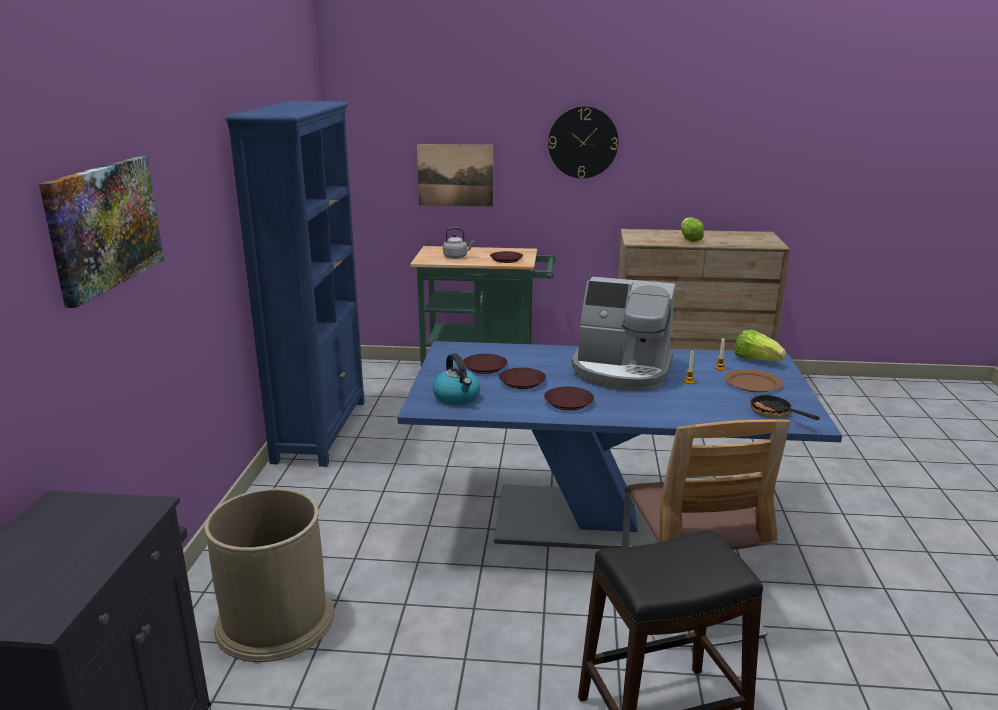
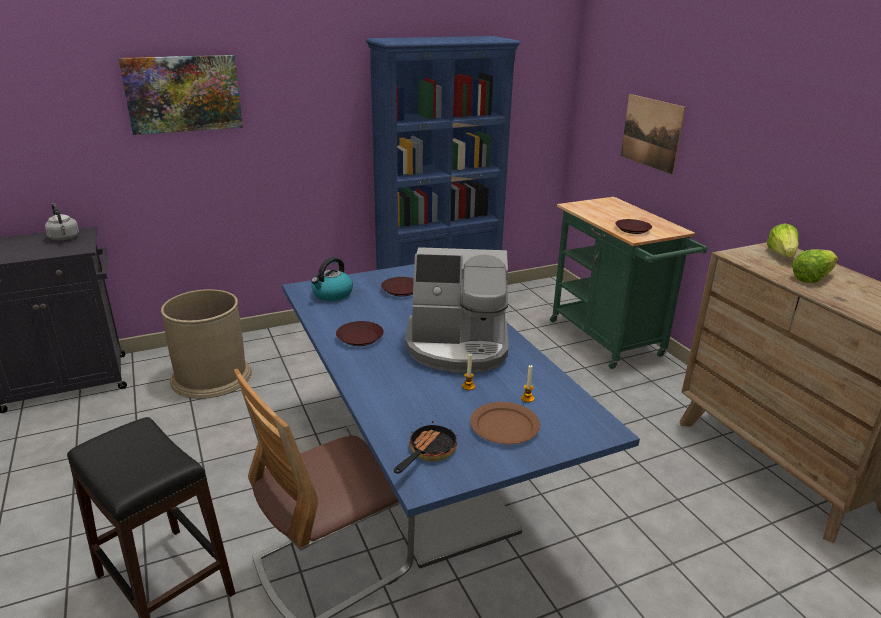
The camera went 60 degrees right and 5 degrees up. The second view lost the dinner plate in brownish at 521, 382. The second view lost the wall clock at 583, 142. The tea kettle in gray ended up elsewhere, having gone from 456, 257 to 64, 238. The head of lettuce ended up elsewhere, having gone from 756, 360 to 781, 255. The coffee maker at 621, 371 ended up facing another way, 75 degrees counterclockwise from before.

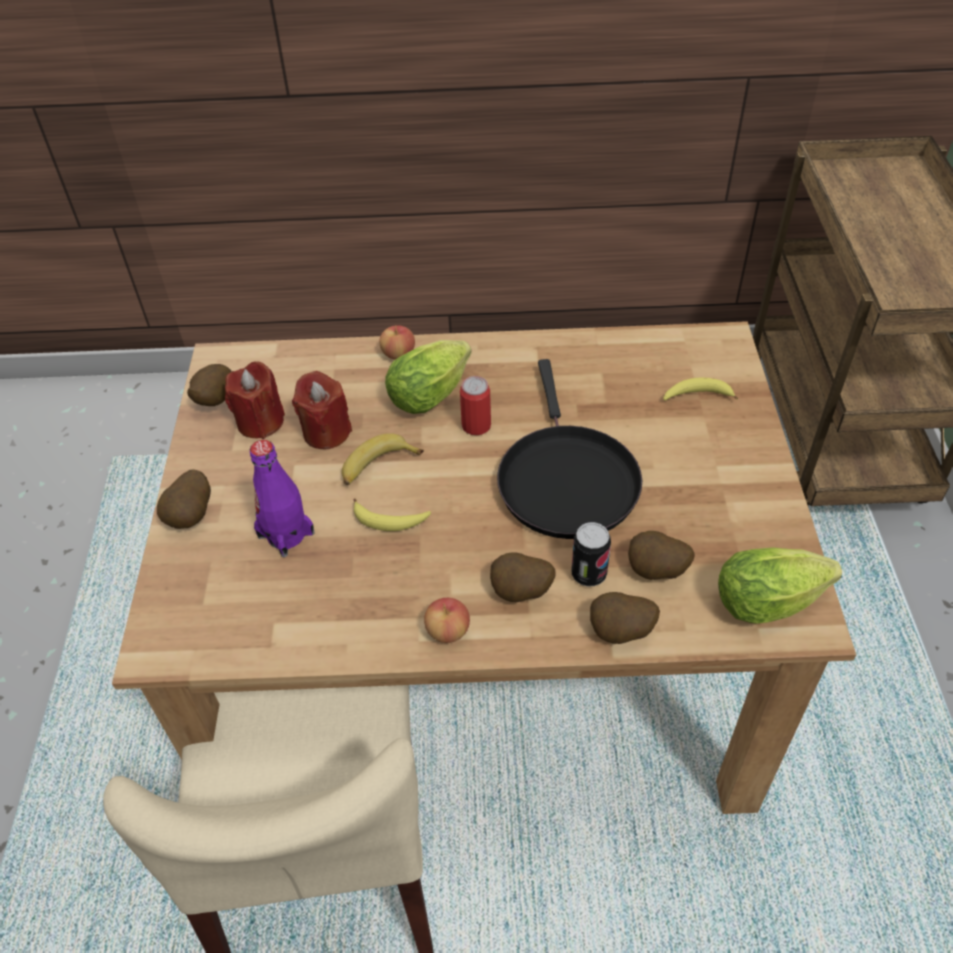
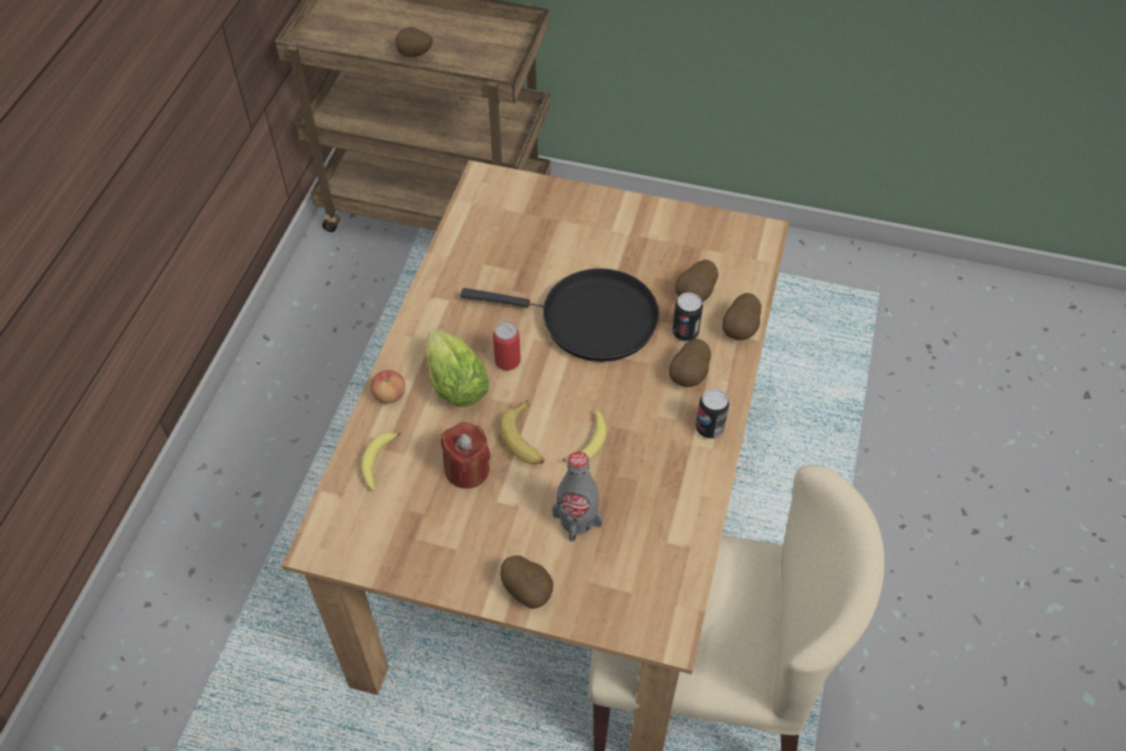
The camera went 75 degrees left and 5 degrees up. The second view lost the wax candle in red-coloured at 260, 422. The second view lost the head of lettuce at 773, 600. The whole potato ended up elsewhere, having gone from 214, 401 to 414, 56. The banana ended up elsewhere, having gone from 697, 396 to 378, 462. Where the apple stood at 448, 631, the can came to stand at 709, 428. What was the bottle in purple at 286, 534 turned into the bottle in gray at 577, 520.

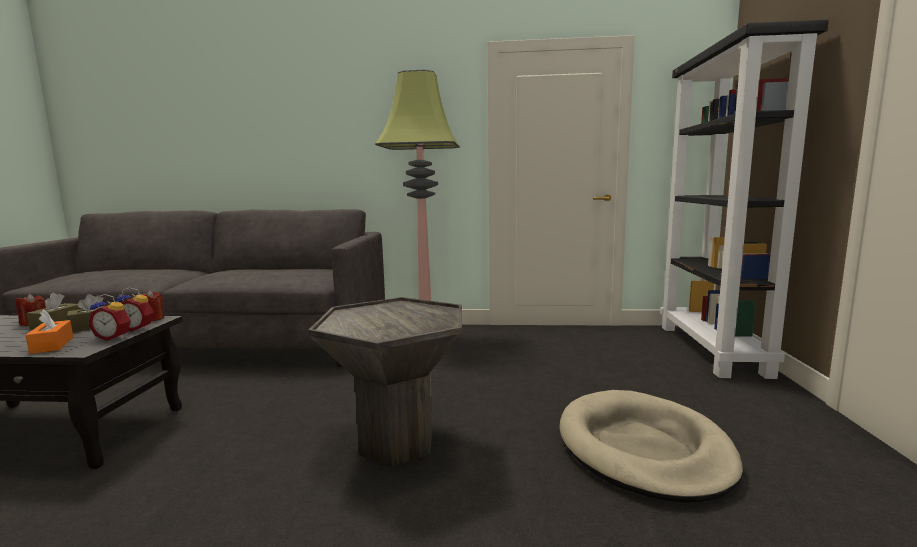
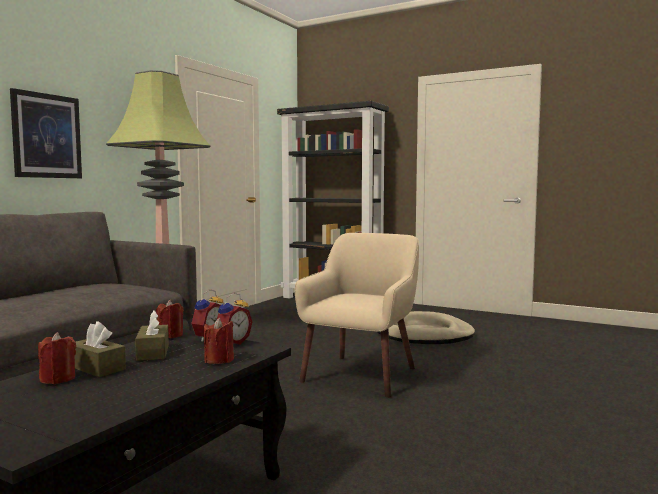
The camera went 65 degrees left and 5 degrees down. The second view gained the wall picture at 46, 136. Where the tissue holder in orange stood at 52, 345, the wax candle in red-coloured came to stand at 219, 360. Where the end table in gray stood at 397, 443, the easy chair in beige came to stand at 361, 374.

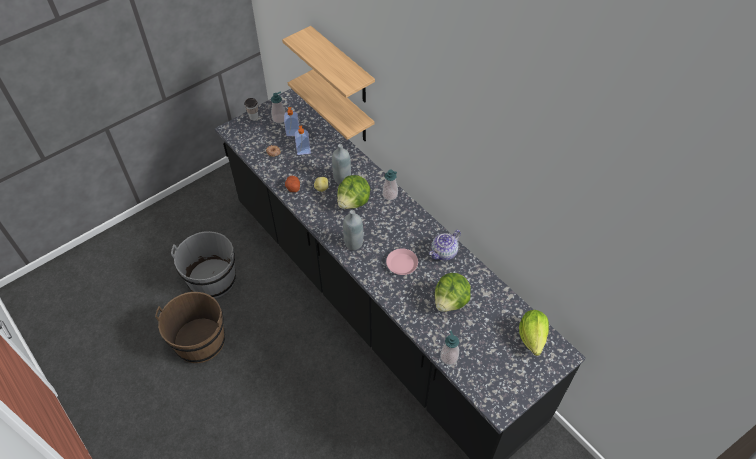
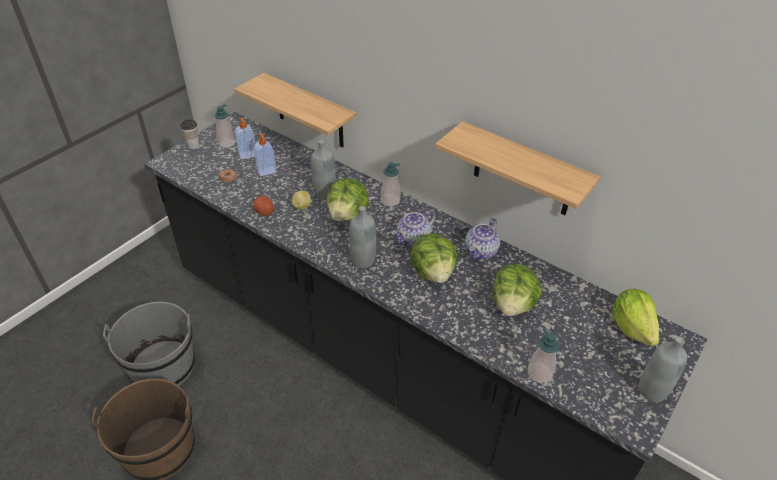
The camera went 15 degrees left and 10 degrees down. The second view gained the pot for tea at 413, 240. The second view gained the bottle in gray at 652, 391. The shelf ended up elsewhere, having gone from 342, 67 to 523, 171. Where the dinner plate in pink stood at 402, 263, the head of lettuce came to stand at 433, 272.

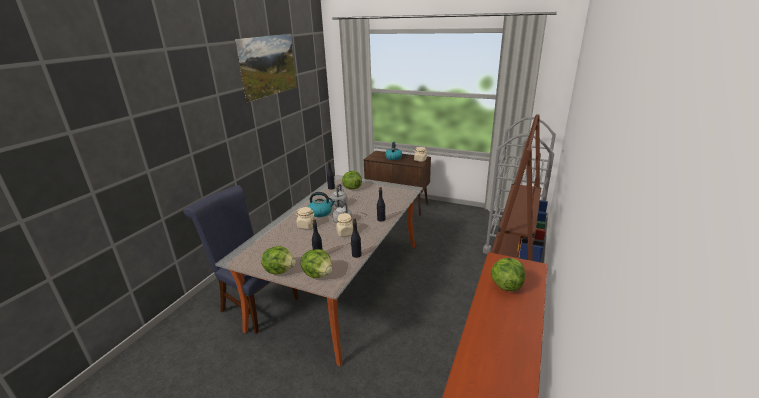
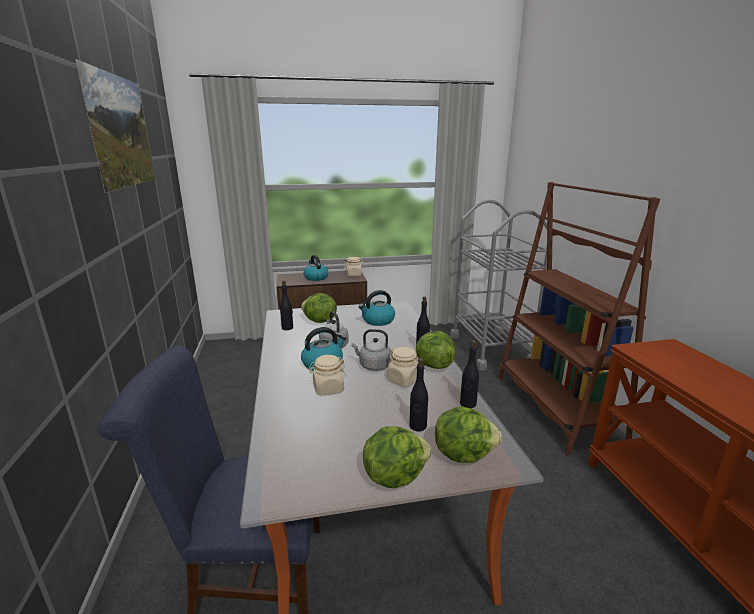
The camera went 35 degrees left and 5 degrees down. The second view gained the tea kettle at 377, 321. The head of lettuce ended up elsewhere, having gone from 506, 285 to 433, 365.

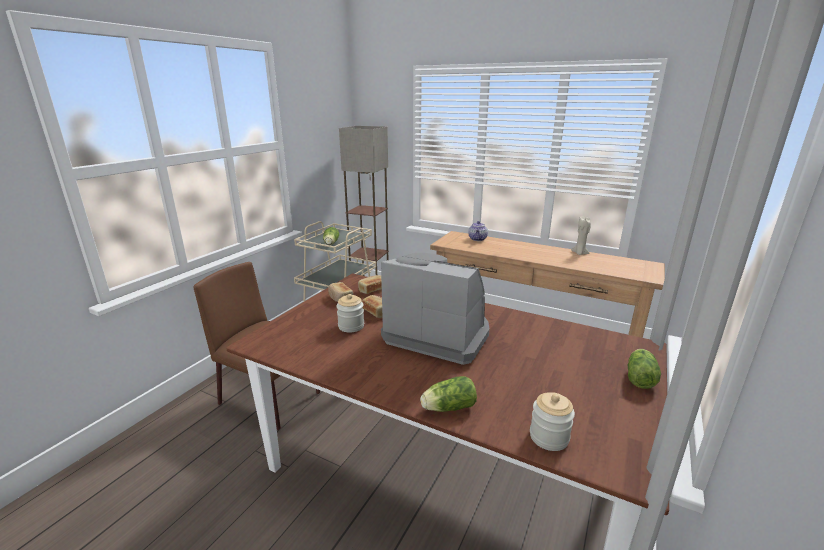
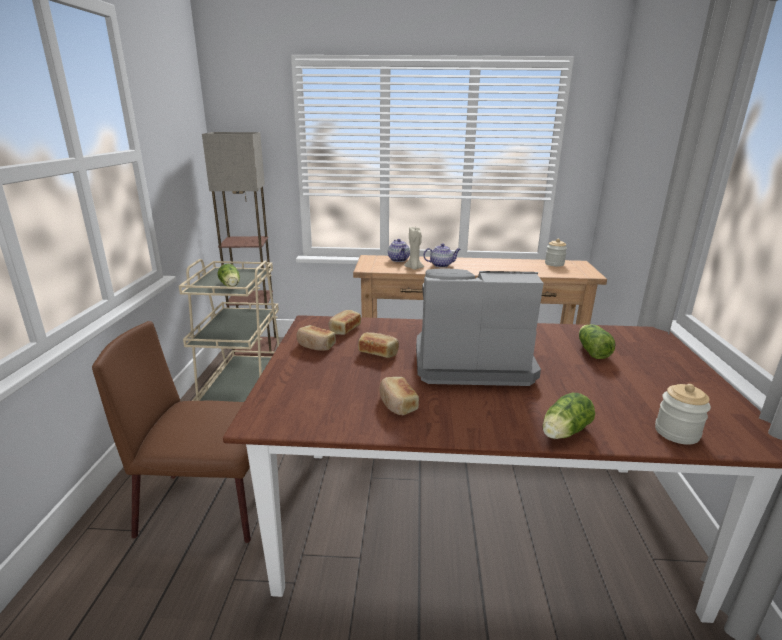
The camera went 25 degrees left and 0 degrees up. The second view gained the bread at 397, 404. The second view gained the pot for tea at 441, 265. The storage jar ended up elsewhere, having gone from 351, 326 to 554, 264. The wax candle in beige ended up elsewhere, having gone from 579, 253 to 414, 268. The head of lettuce ended up elsewhere, having gone from 640, 377 to 592, 350.

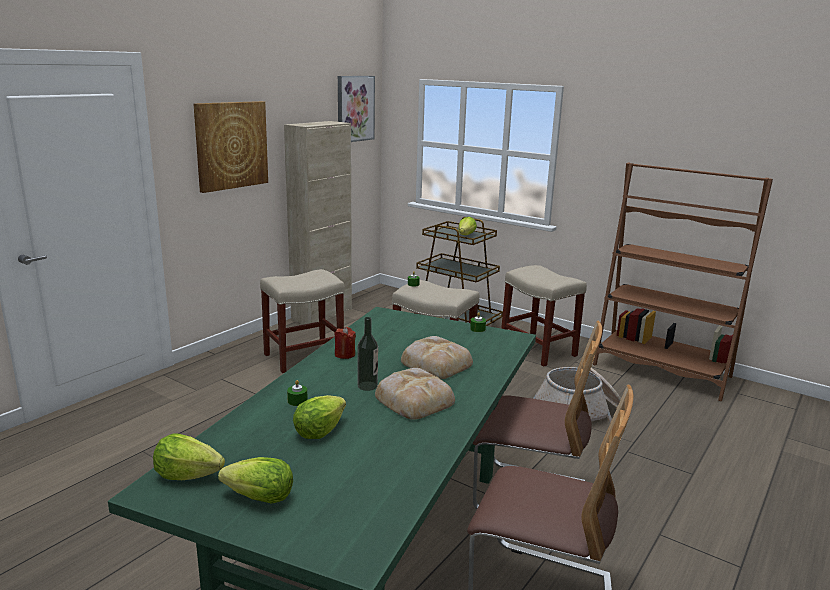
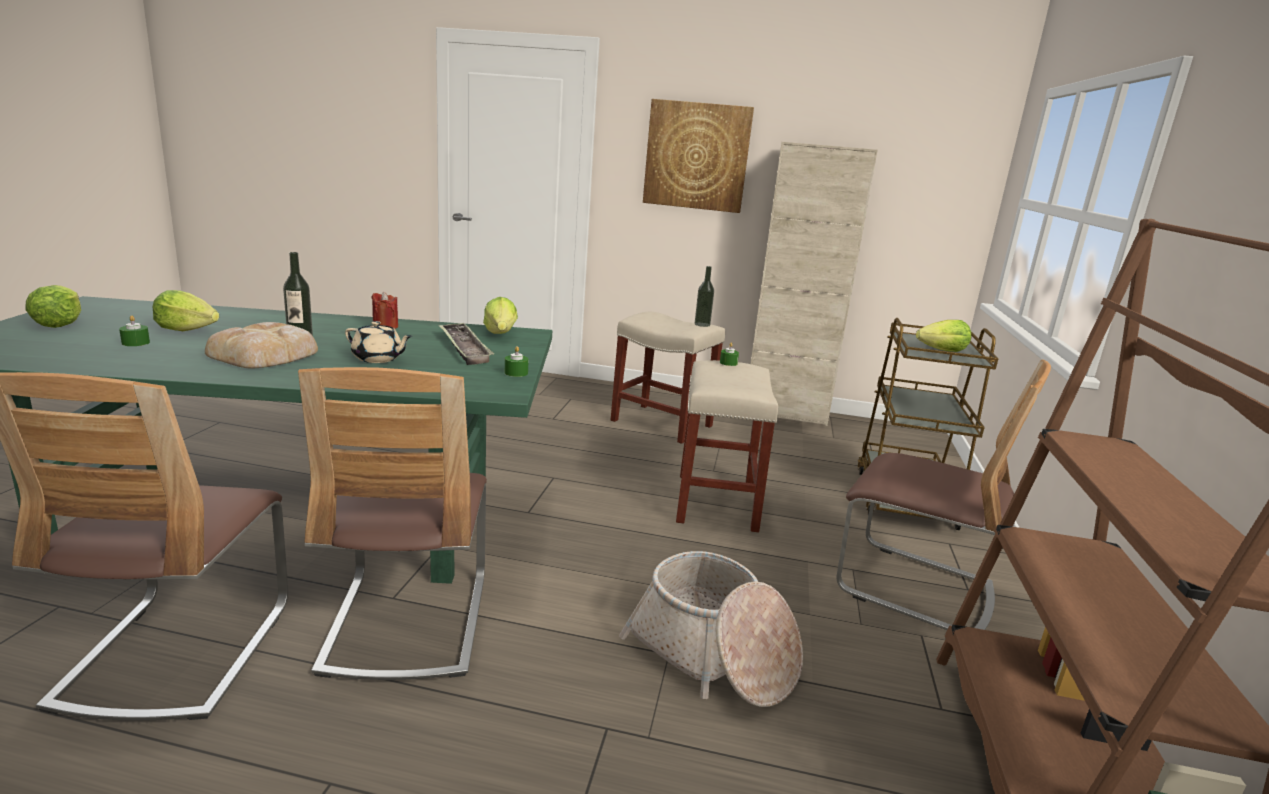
The camera went 65 degrees right and 0 degrees up. The second view lost the wall picture at 355, 108. The second view gained the serving tray at 464, 348. The second view gained the bottle at 702, 324. The head of lettuce ended up elsewhere, having gone from 187, 475 to 500, 334. The wax candle in greenish ended up elsewhere, having gone from 297, 401 to 135, 343. Where the bread stood at 436, 363, the pot for tea in beige came to stand at 378, 359. Where the stool seat in beige stood at 539, 350, the upright chair came to stand at 914, 588.

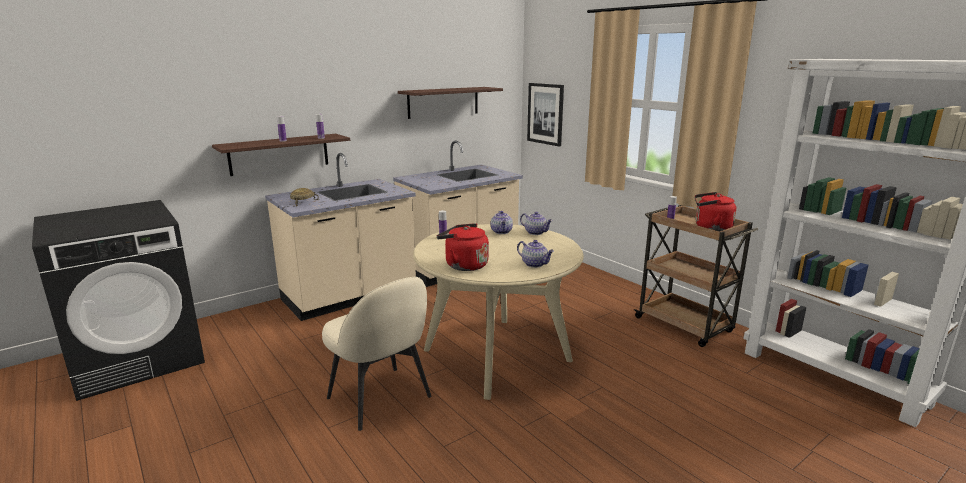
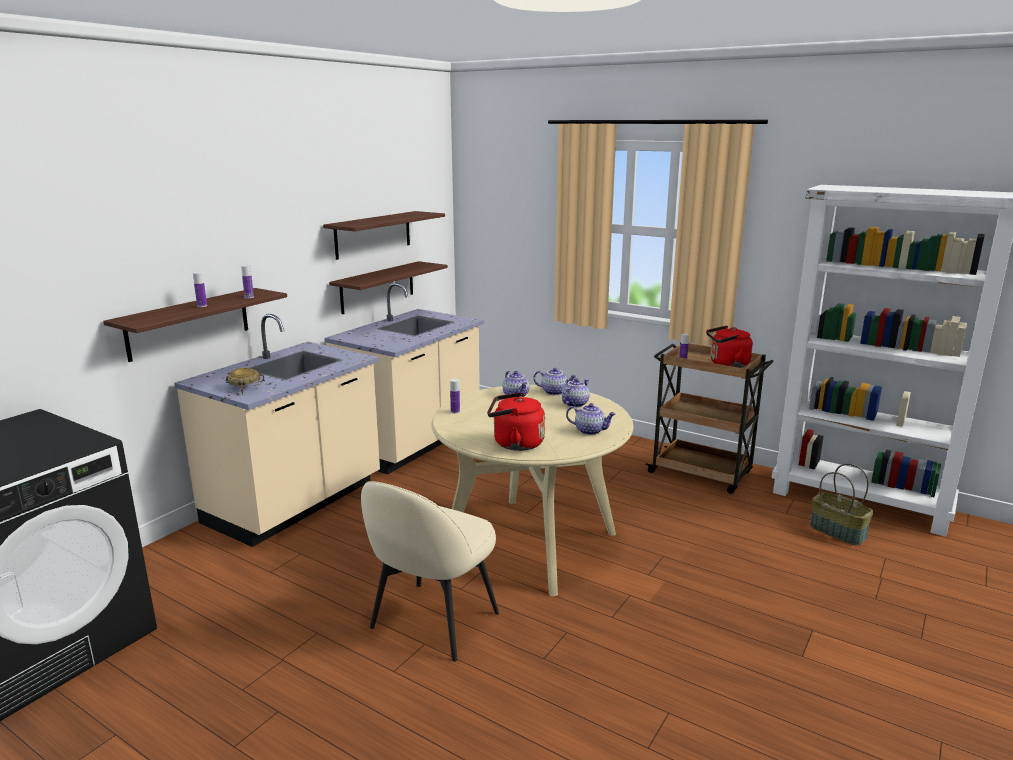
The camera went 20 degrees left and 0 degrees up. The second view lost the wall picture at 545, 114. The second view gained the shelf at 377, 287. The second view gained the pot for tea at 574, 404. The second view gained the storage basket at 838, 532. The upright chair in beige at 380, 399 ended up facing another way, 90 degrees clockwise from before.

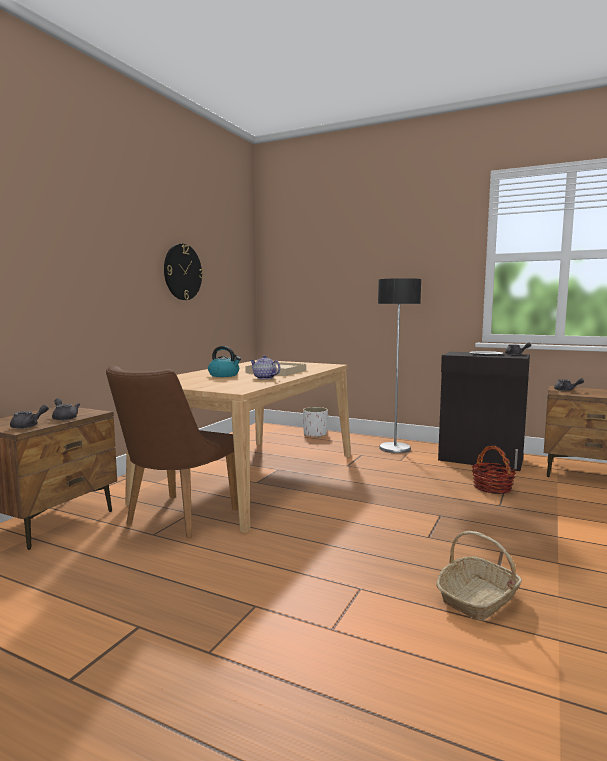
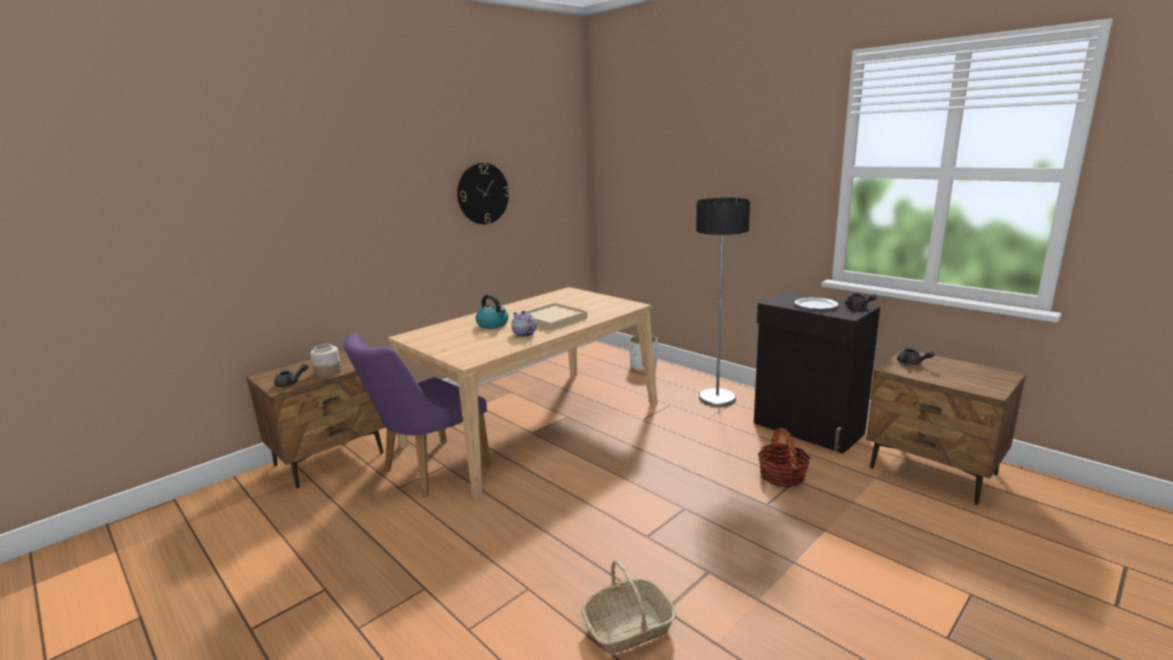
The camera went 20 degrees right and 10 degrees up. Where the pot for tea in gray stood at 64, 418, the storage jar came to stand at 328, 372. What was the upright chair in brownish at 175, 519 turned into the upright chair in purple at 427, 471.

